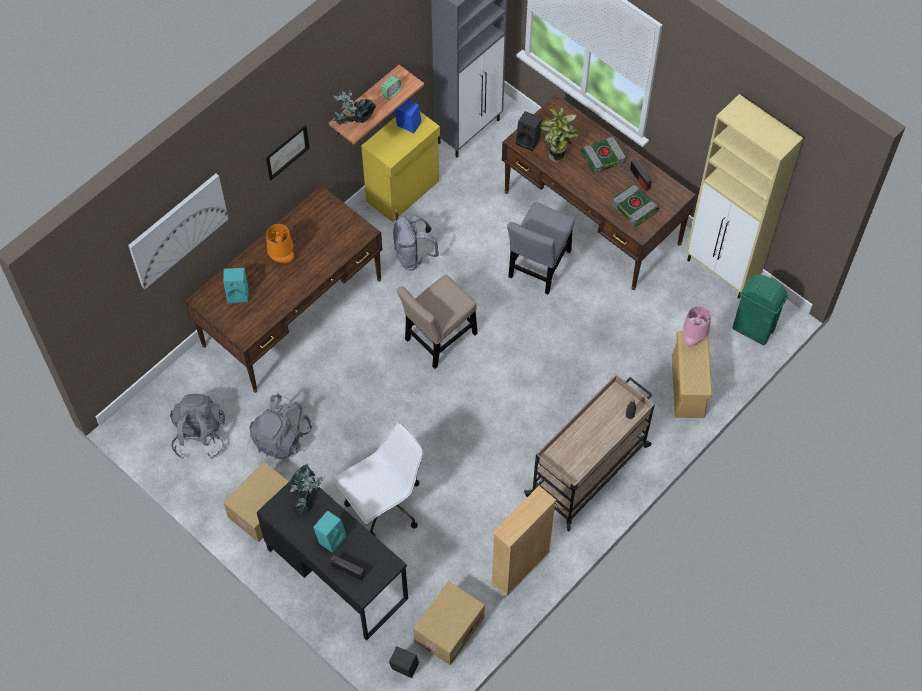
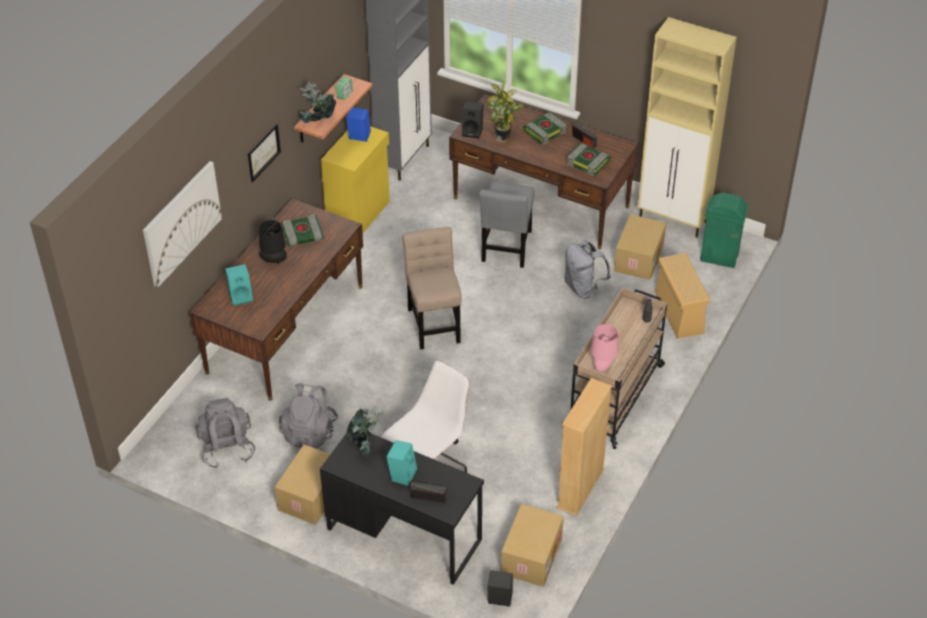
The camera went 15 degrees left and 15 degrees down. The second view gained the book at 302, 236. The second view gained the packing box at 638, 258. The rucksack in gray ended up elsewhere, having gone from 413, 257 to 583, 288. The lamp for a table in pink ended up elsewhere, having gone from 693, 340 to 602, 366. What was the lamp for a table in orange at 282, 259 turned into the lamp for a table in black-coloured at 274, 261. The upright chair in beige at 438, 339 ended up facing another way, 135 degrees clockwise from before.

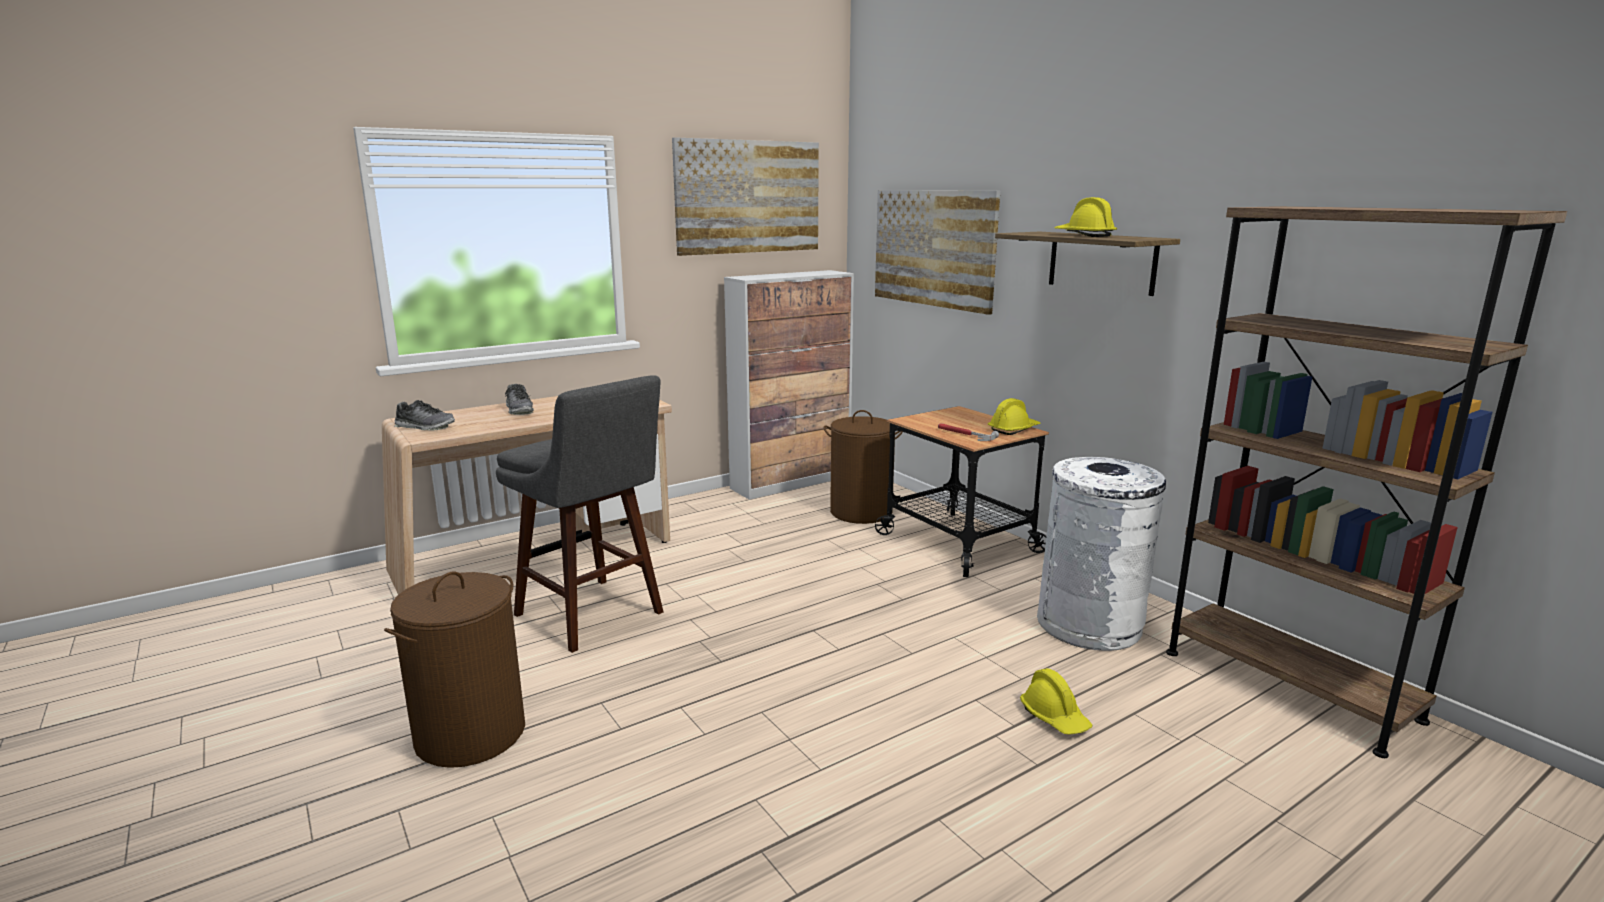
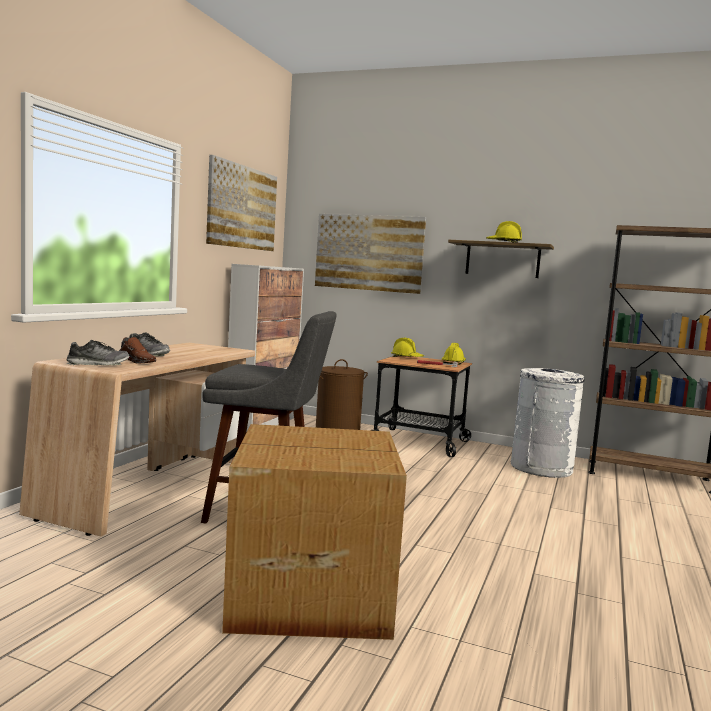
The camera went 35 degrees left and 10 degrees down. The second view gained the shoe in brownish at 138, 361. The hard hat in yellow ended up elsewhere, having gone from 1055, 717 to 407, 357. Where the hamper in brownish stood at 471, 734, the packing box came to stand at 308, 592.

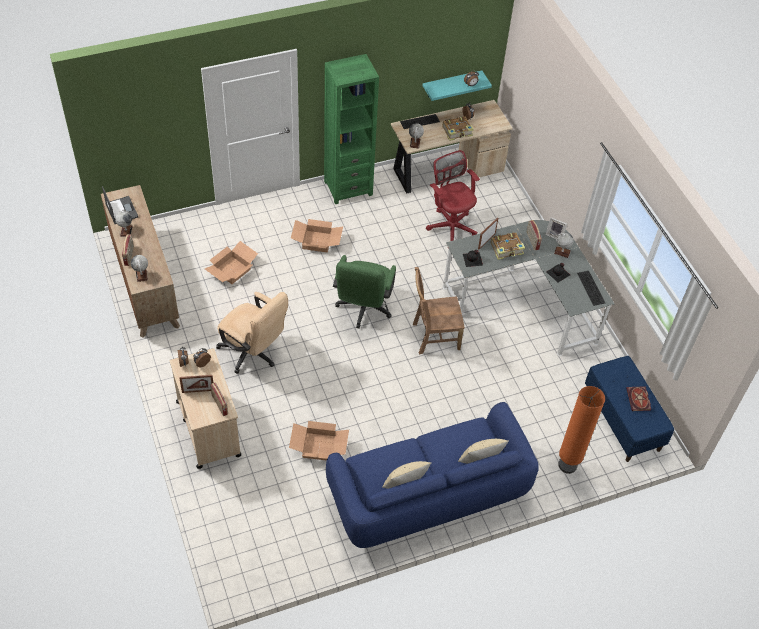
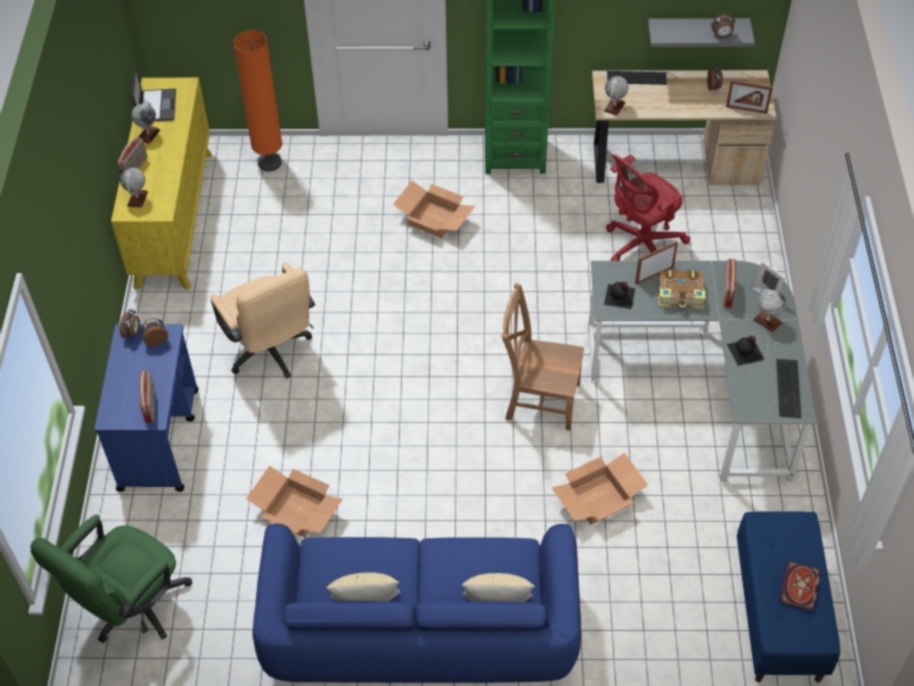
The camera went 25 degrees right and 0 degrees up. The second view lost the book at 457, 132. The standing frame ended up elsewhere, having gone from 198, 391 to 746, 109. The packing box ended up elsewhere, having gone from 232, 269 to 598, 498. The computer chair in greenish ended up elsewhere, having gone from 363, 309 to 130, 609. The standard lamp in orange ended up elsewhere, having gone from 567, 465 to 269, 163. What was the dresser in brownish at 144, 283 turned into the dresser in yellow at 174, 218. What was the wheeled cart in beige at 208, 428 turned into the wheeled cart in bluish at 159, 438. What was the shelf in turquoise at 451, 84 turned into the shelf in gray at 697, 30. The computer chair in red-coloured at 450, 226 ended up facing another way, 120 degrees counterclockwise from before.

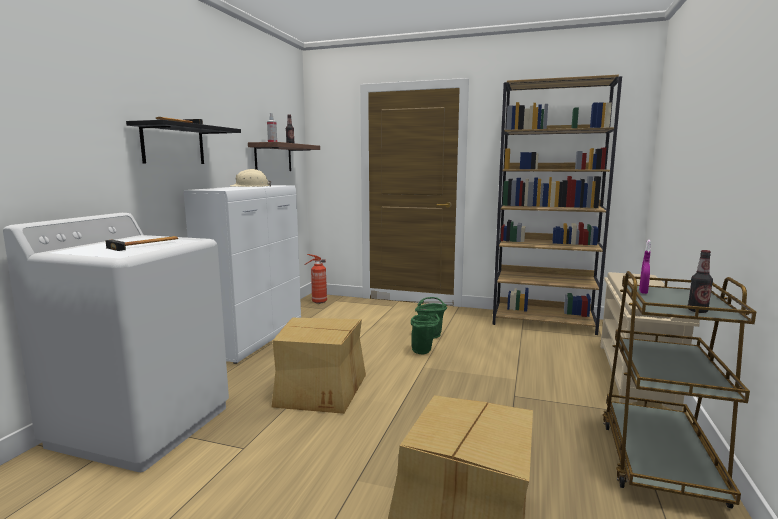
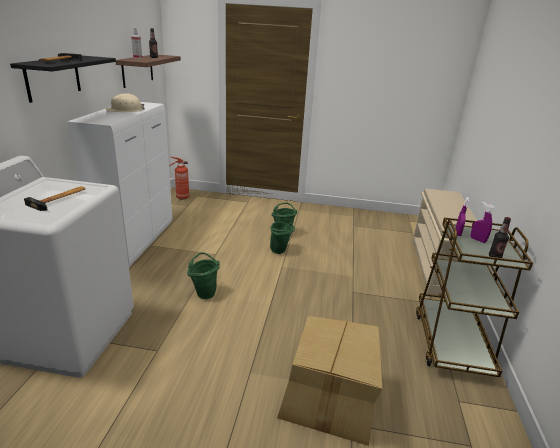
The camera went 10 degrees left and 15 degrees up. The second view lost the bookshelf in brownish at 544, 321. The second view gained the sprayer in purple at 477, 240. Where the packing box stood at 320, 390, the pail in greenish came to stand at 204, 292.

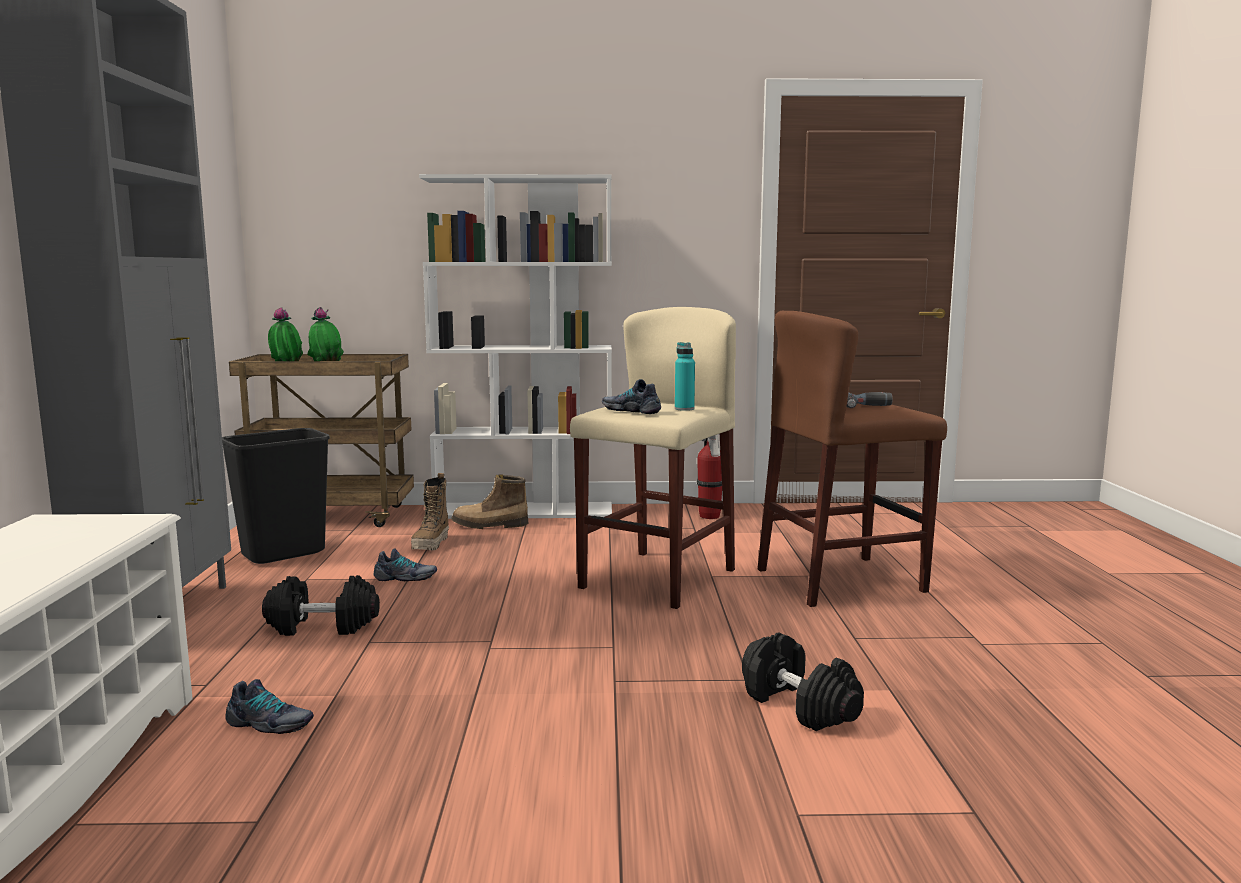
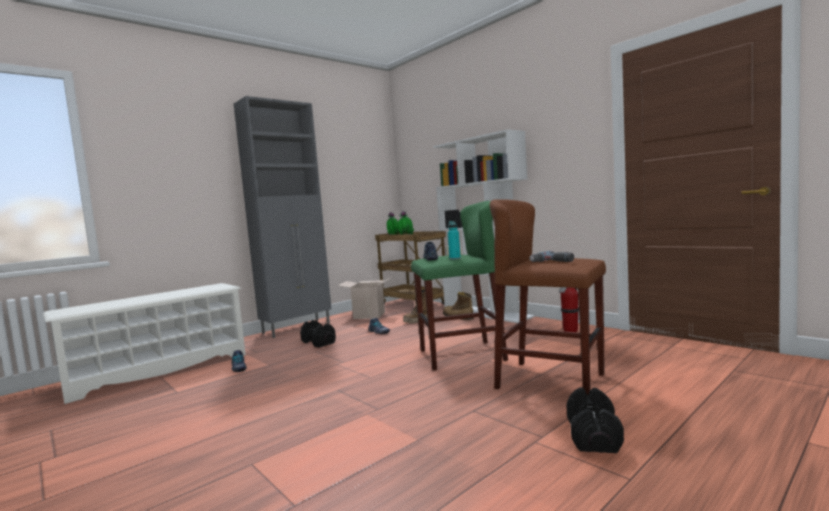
The camera went 50 degrees right and 5 degrees down. The dumbbell in black-coloured ended up elsewhere, having gone from 800, 706 to 594, 437. Where the trash can in black-coloured stood at 284, 553, the packing box came to stand at 369, 315. What was the stool seat in beige at 657, 579 turned into the stool seat in greenish at 461, 355.

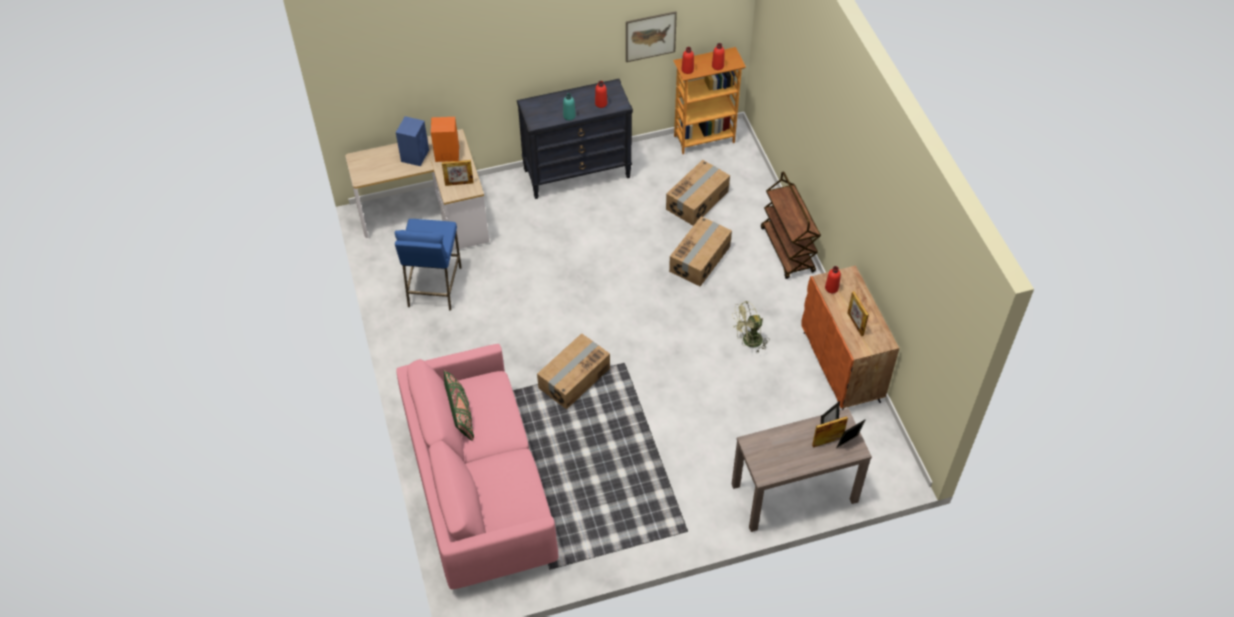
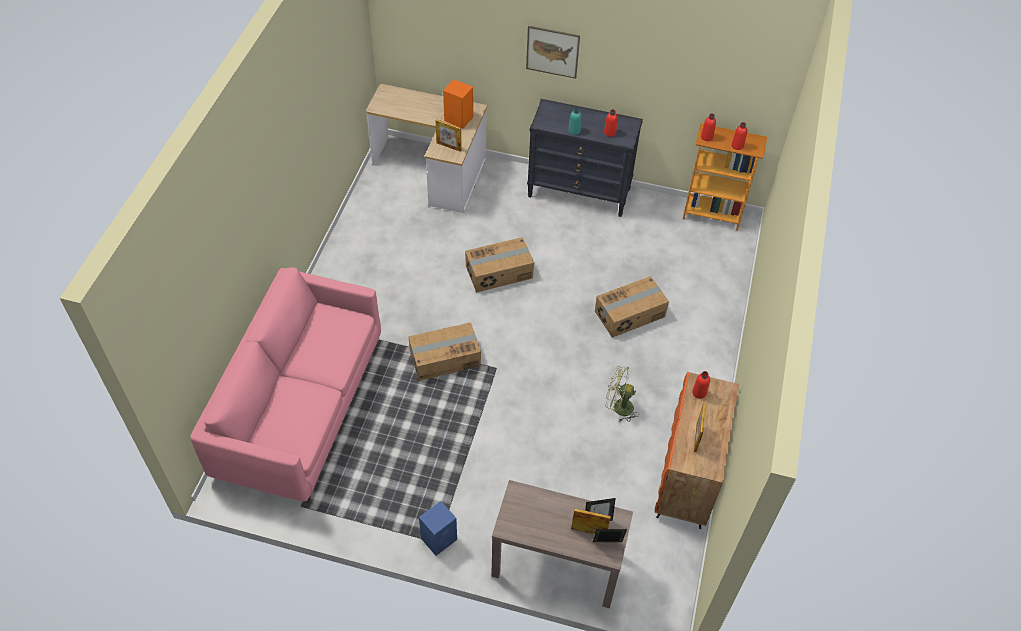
The camera went 30 degrees right and 0 degrees up. The second view lost the stool seat in bluish at 434, 287. The second view lost the cushion in greenish at 460, 414. The second view lost the wheeled cart in brownish at 787, 250. The audio speaker in bluish ended up elsewhere, having gone from 415, 155 to 439, 538. The wall picture ended up elsewhere, having gone from 650, 36 to 552, 52. The packing box ended up elsewhere, having gone from 697, 200 to 499, 272.

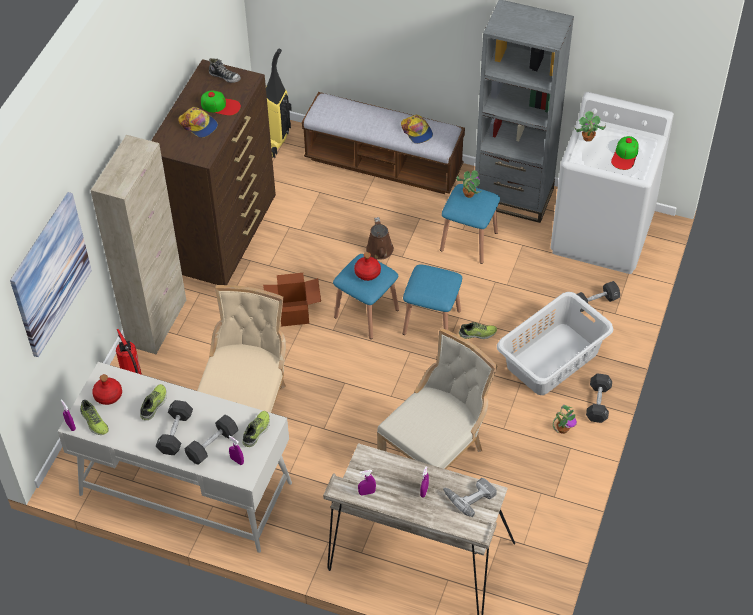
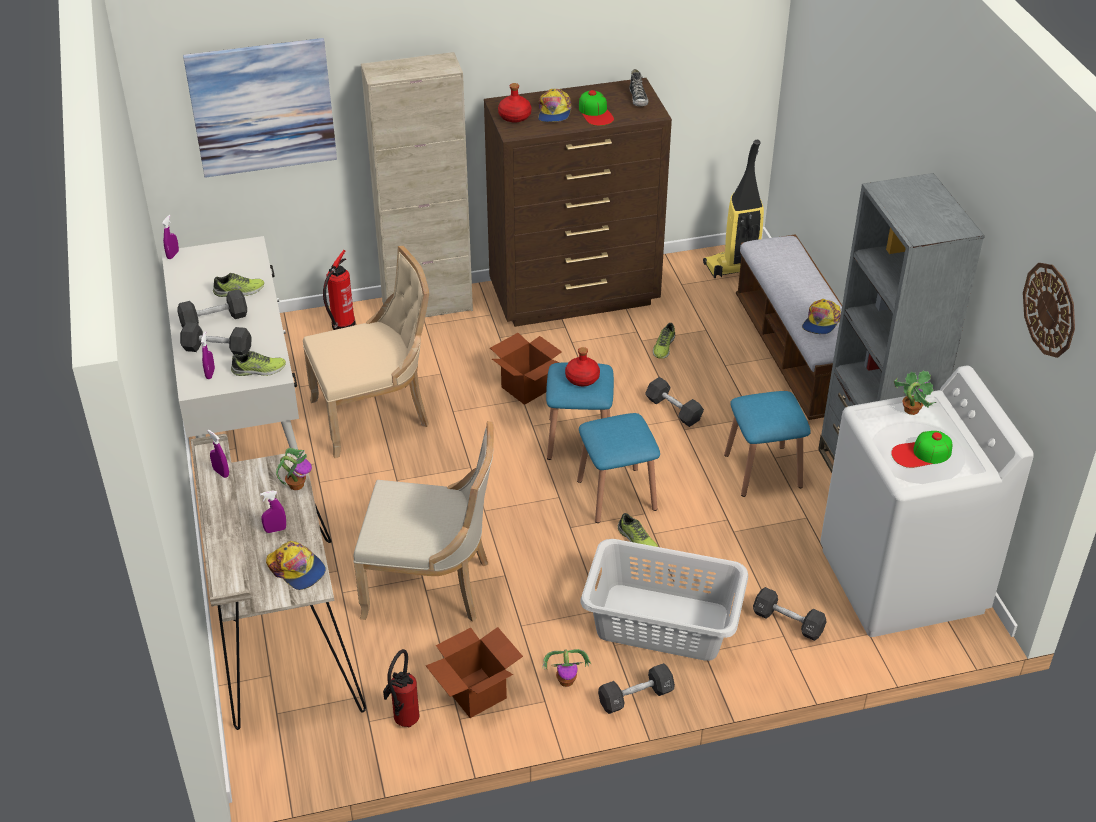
The camera went 55 degrees right and 10 degrees down. The second view gained the fire extinguisher at 403, 722. The second view gained the packing box at 476, 693. The second view gained the wall clock at 1050, 309. The shoe ended up elsewhere, having gone from 94, 422 to 663, 347. The bottle in red-coloured ended up elsewhere, having gone from 108, 395 to 515, 116. The potted plant ended up elsewhere, having gone from 468, 194 to 296, 484. Where the watering pot in brownish stood at 380, 251, the dumbbell in black-coloured came to stand at 673, 410. Where the power drill stood at 469, 495, the peaked cap came to stand at 297, 569.

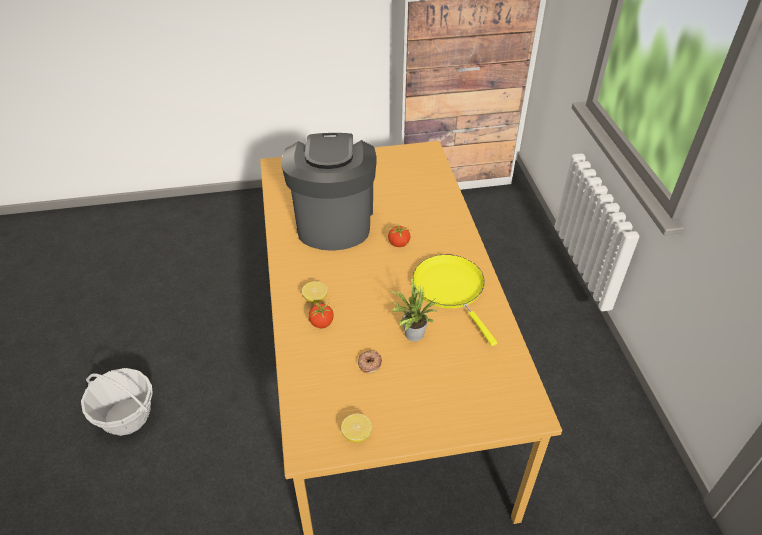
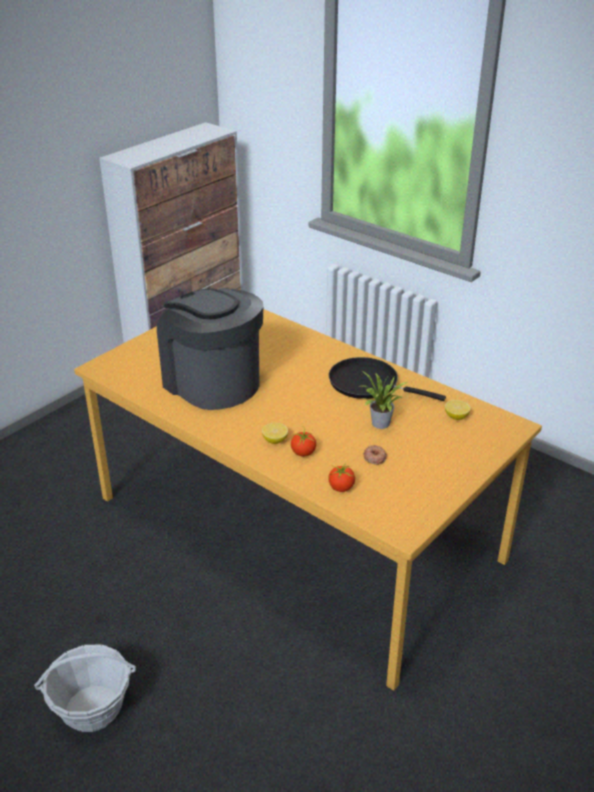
The camera went 40 degrees left and 10 degrees down. The whole lemon ended up elsewhere, having gone from 356, 434 to 456, 417. The fresh tomato ended up elsewhere, having gone from 398, 243 to 341, 488. What was the pan in yellow at 451, 289 turned into the pan in black-coloured at 368, 384.

